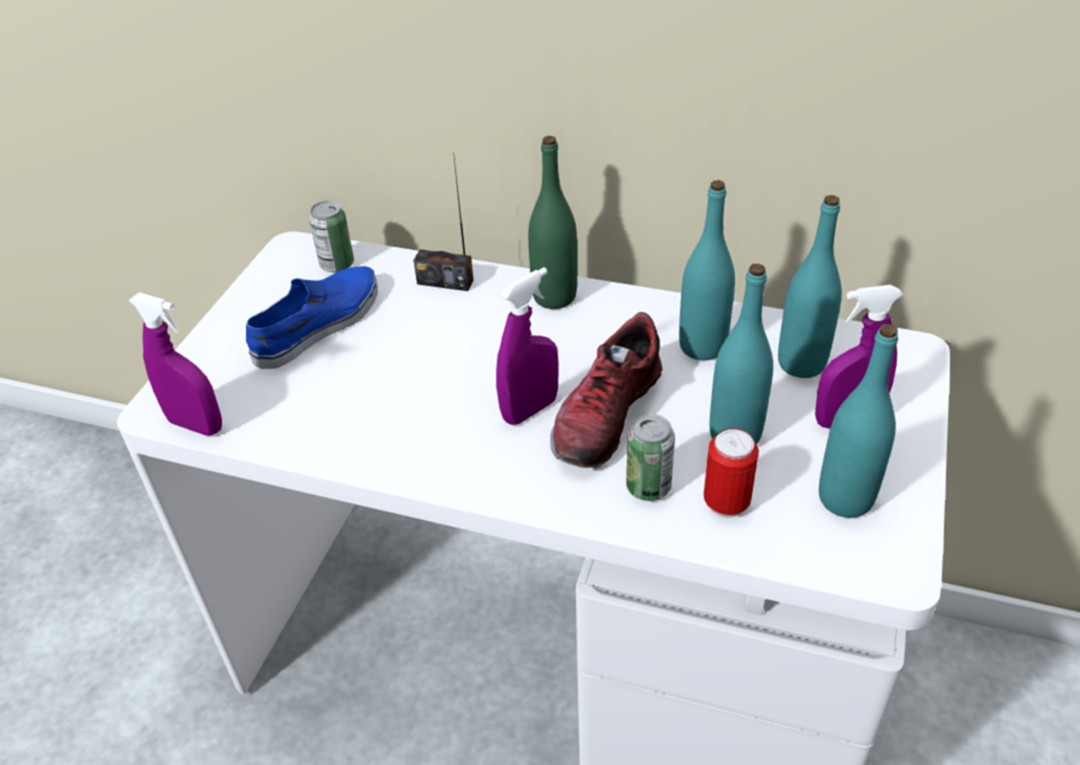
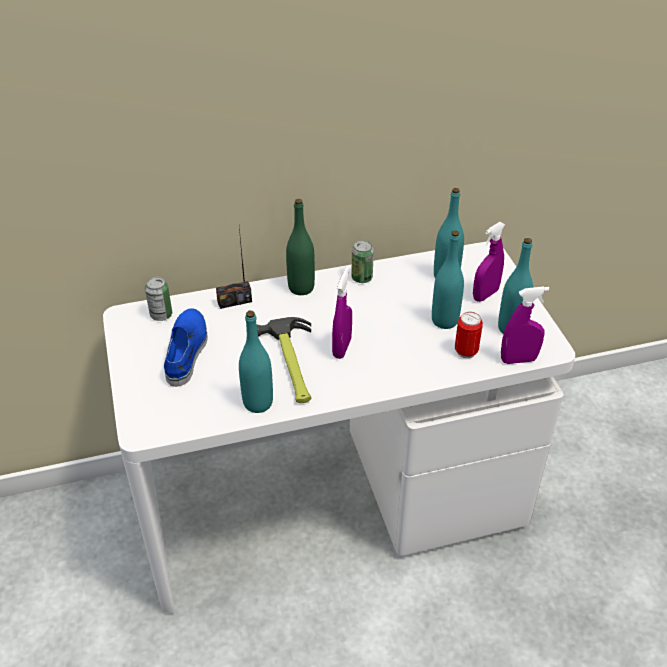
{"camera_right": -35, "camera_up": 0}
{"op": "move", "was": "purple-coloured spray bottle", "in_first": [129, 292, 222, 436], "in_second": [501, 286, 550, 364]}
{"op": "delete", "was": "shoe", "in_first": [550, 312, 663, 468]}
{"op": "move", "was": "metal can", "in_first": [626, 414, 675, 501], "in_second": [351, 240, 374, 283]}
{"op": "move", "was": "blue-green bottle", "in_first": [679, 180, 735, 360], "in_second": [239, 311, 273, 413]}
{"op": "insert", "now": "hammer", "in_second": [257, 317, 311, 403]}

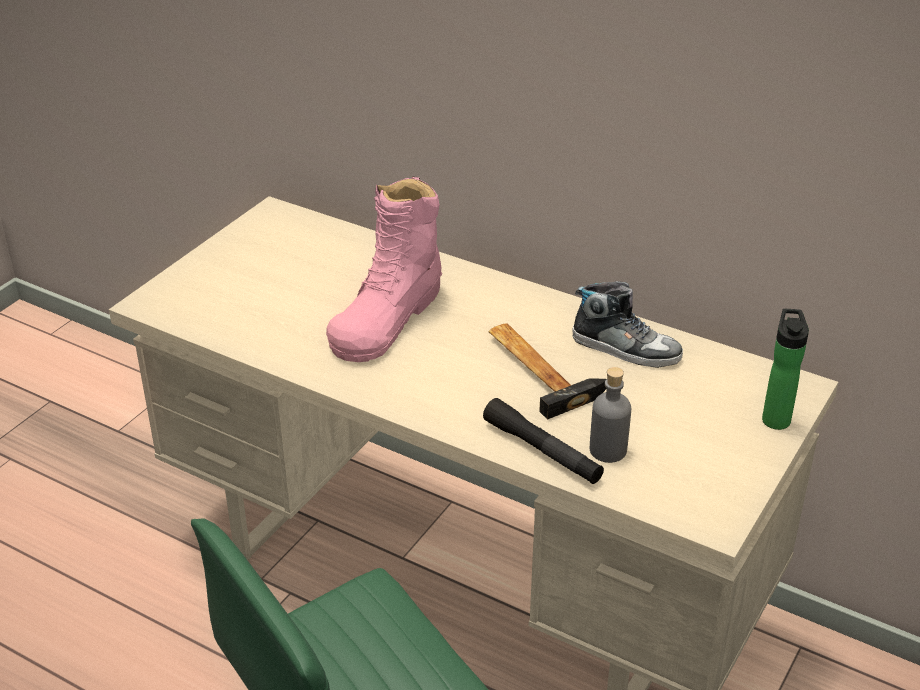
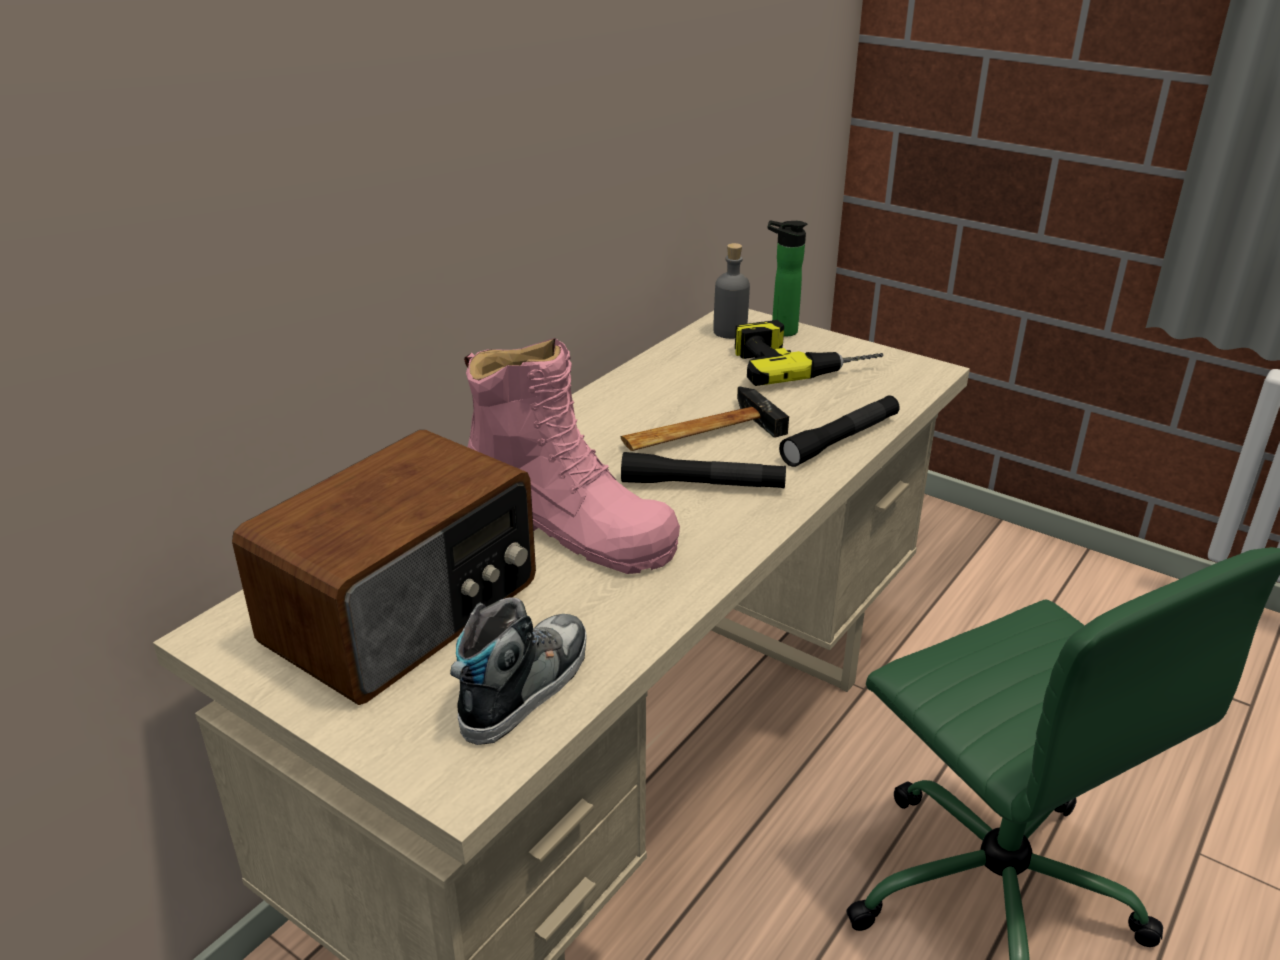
{"camera_right": -85, "camera_up": -5}
{"op": "move", "was": "shoe", "in_first": [573, 281, 683, 368], "in_second": [450, 597, 587, 745]}
{"op": "move", "was": "grey bottle", "in_first": [590, 367, 631, 463], "in_second": [713, 243, 750, 339]}
{"op": "insert", "now": "radio receiver", "in_second": [232, 430, 536, 705]}
{"op": "insert", "now": "blackish hand torch", "in_second": [621, 452, 786, 489]}
{"op": "insert", "now": "drill", "in_second": [735, 320, 883, 386]}

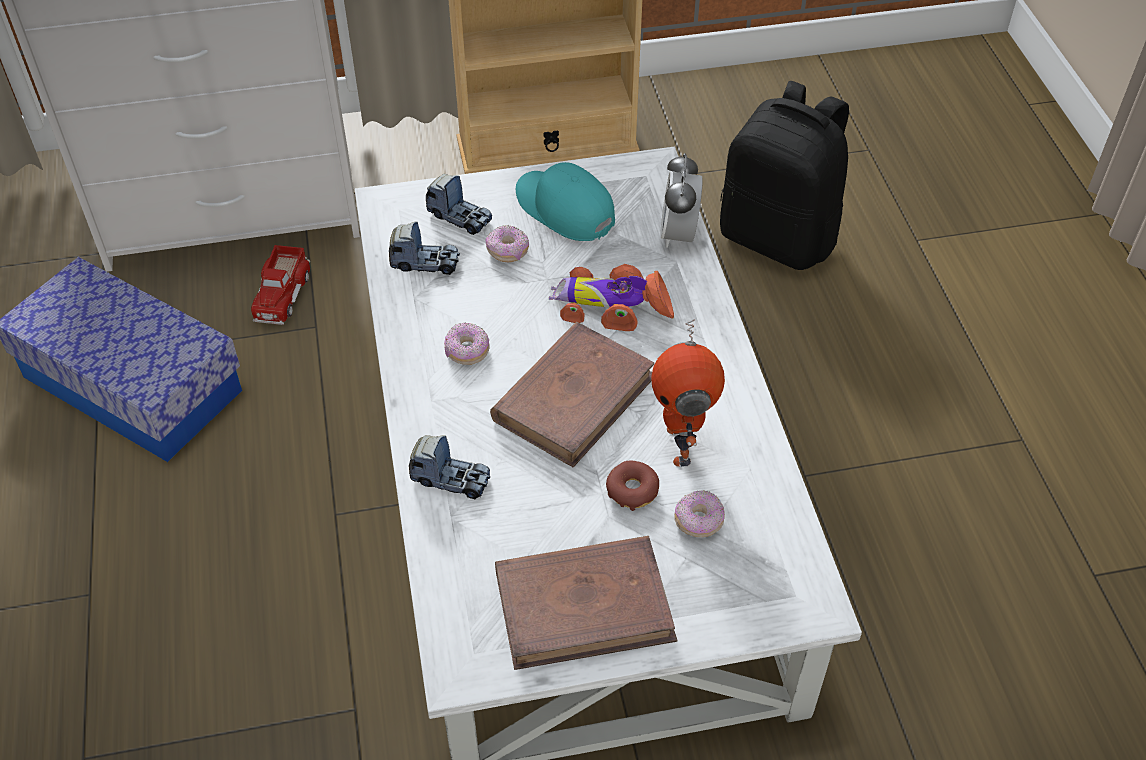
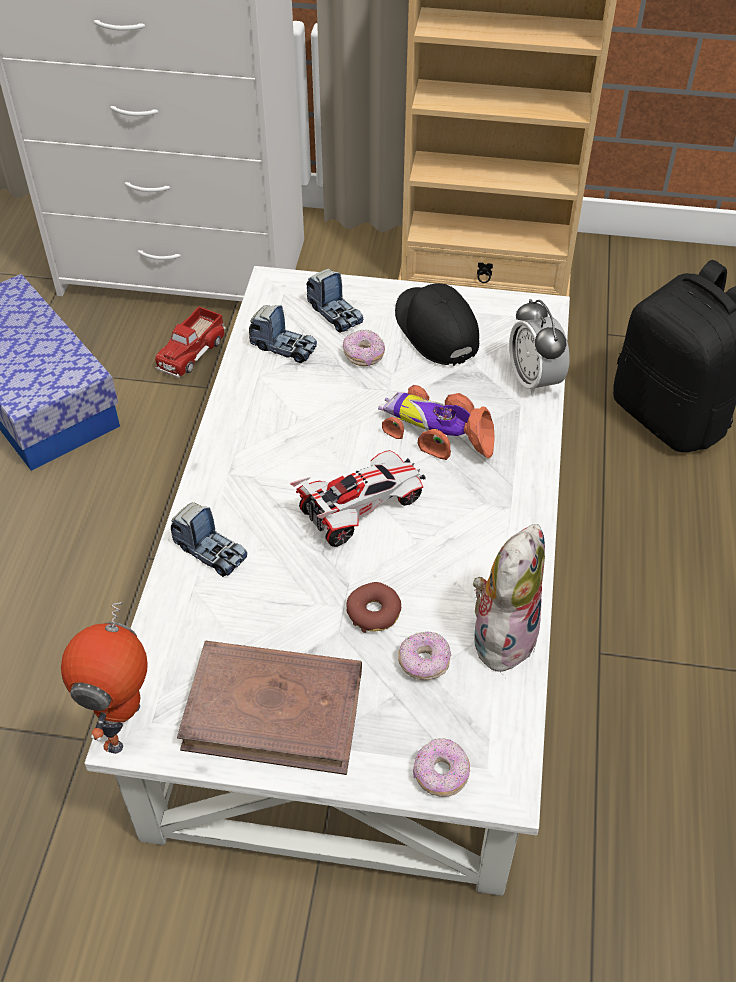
{"camera_right": 20, "camera_up": 0}
{"op": "move", "was": "doughnut", "in_first": [444, 323, 489, 365], "in_second": [413, 738, 470, 797]}
{"op": "replace", "was": "brownish bound book", "now": "miniature car", "in_first": [490, 322, 655, 467], "in_second": [290, 450, 426, 547]}
{"op": "recolor", "was": "blue-green peaked cap", "now": "blackish peaked cap", "in_first": [516, 162, 615, 241], "in_second": [395, 283, 479, 366]}
{"op": "move", "was": "robot figure", "in_first": [651, 319, 725, 467], "in_second": [61, 602, 148, 754]}
{"op": "rotate", "was": "alarm clock", "in_first": [660, 153, 703, 248], "in_second": [509, 299, 570, 397], "clockwise": -45}
{"op": "insert", "now": "cuddly toy", "in_second": [473, 524, 545, 679]}

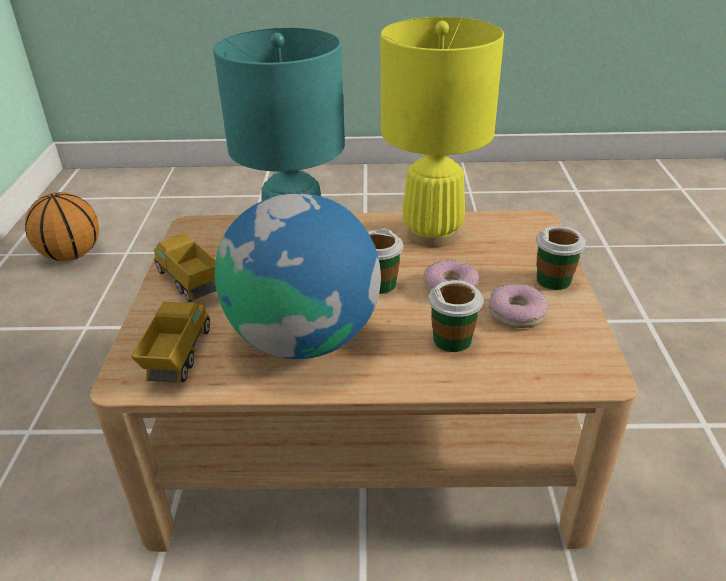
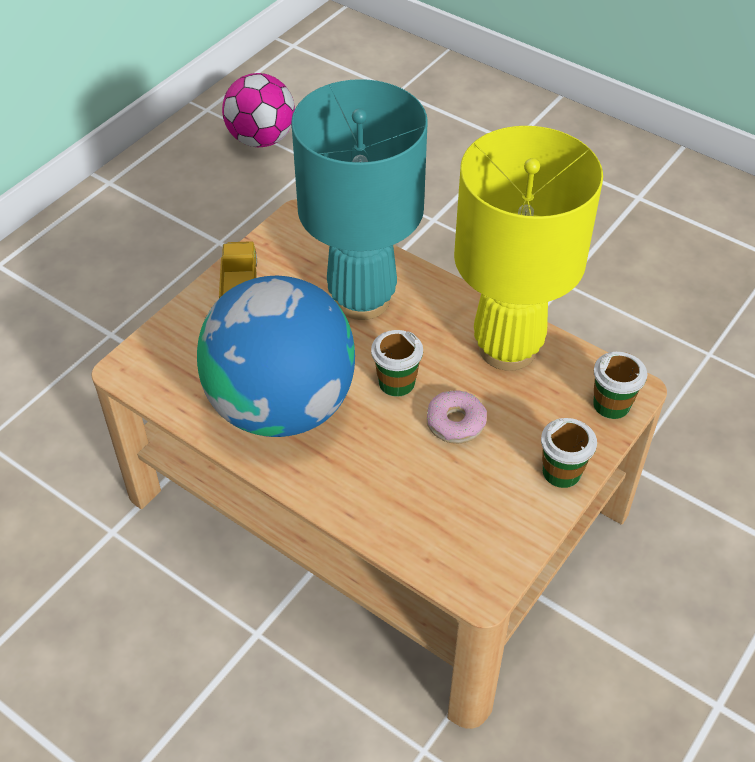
{"camera_right": 35, "camera_up": 15}
{"op": "replace", "was": "basketball", "now": "football ball", "in_first": [25, 192, 99, 261], "in_second": [222, 73, 295, 147]}
{"op": "delete", "was": "toy lorry", "in_first": [131, 302, 210, 383]}
{"op": "move", "was": "drinking cup", "in_first": [428, 280, 483, 352], "in_second": [593, 352, 647, 419]}
{"op": "delete", "was": "doughnut", "in_first": [489, 284, 547, 328]}

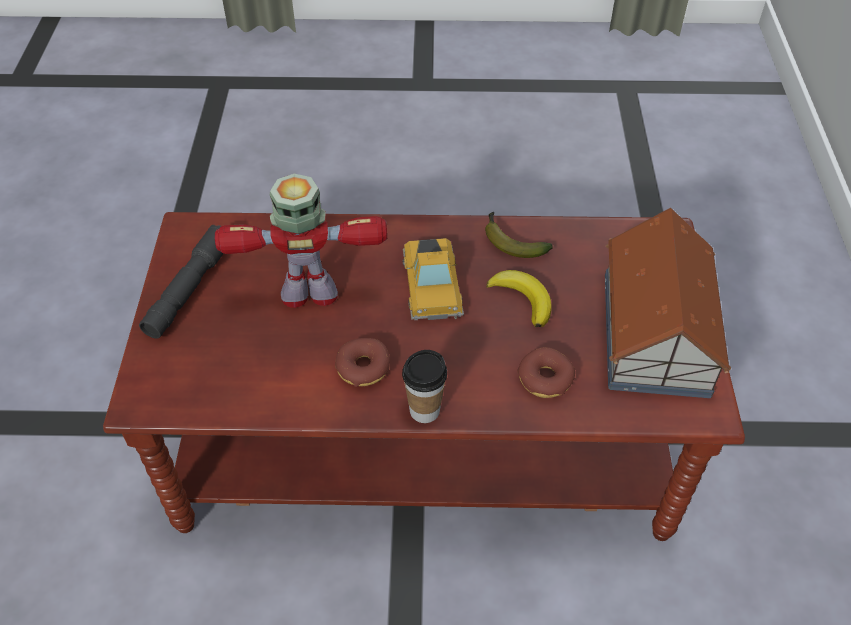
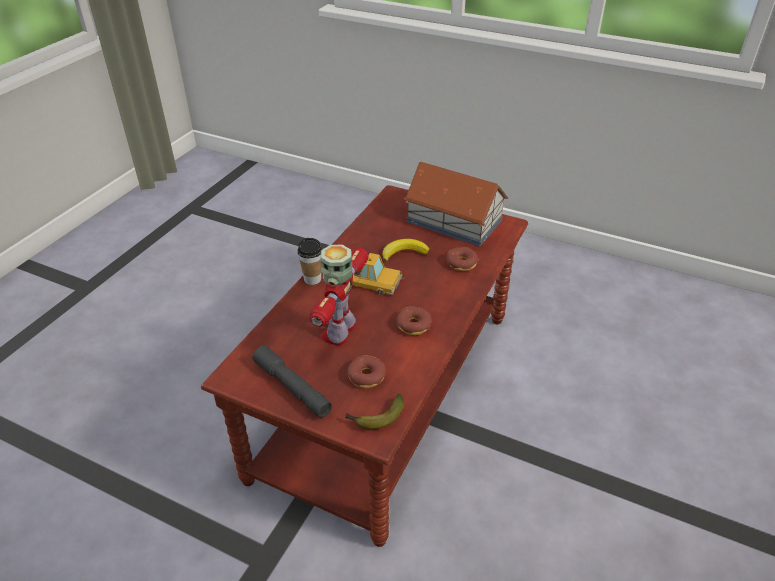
{"camera_right": -65, "camera_up": -10}
{"op": "move", "was": "drinking cup", "in_first": [402, 350, 447, 423], "in_second": [297, 238, 323, 285]}
{"op": "move", "was": "whole banana", "in_first": [485, 212, 553, 258], "in_second": [345, 394, 404, 429]}
{"op": "insert", "now": "doughnut", "in_second": [347, 355, 386, 388]}

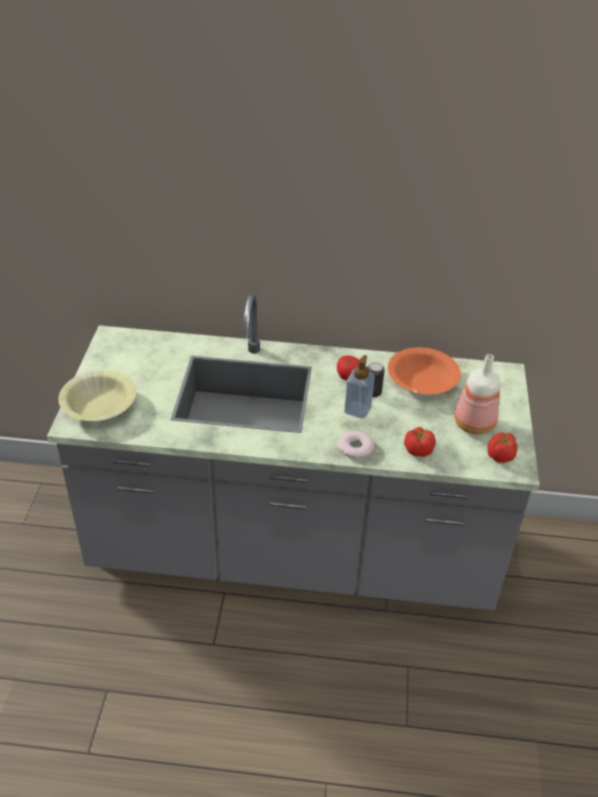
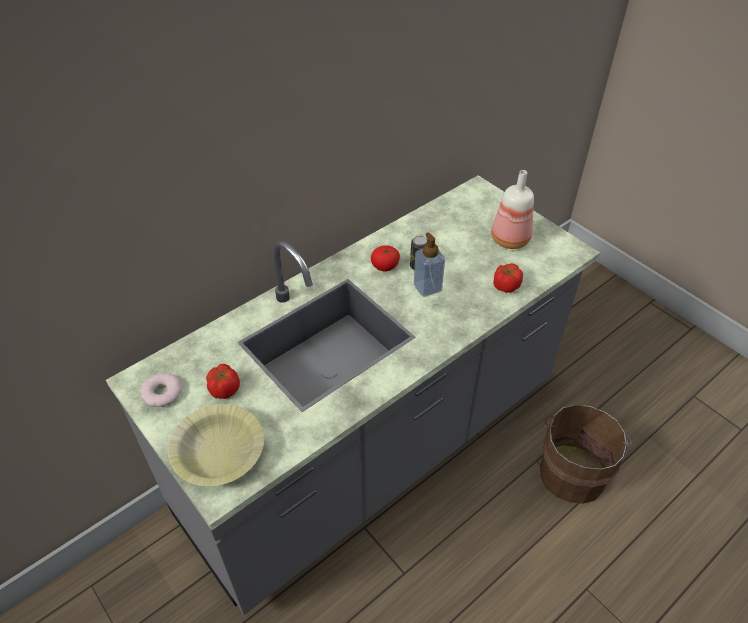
{"camera_right": -45, "camera_up": 5}
{"op": "move", "was": "doughnut", "in_first": [338, 431, 374, 459], "in_second": [141, 373, 182, 407]}
{"op": "delete", "was": "orangey deep dish", "in_first": [388, 347, 461, 394]}
{"op": "move", "was": "fresh tomato", "in_first": [487, 432, 518, 463], "in_second": [206, 364, 240, 399]}
{"op": "insert", "now": "brownish pail", "in_second": [540, 404, 632, 504]}

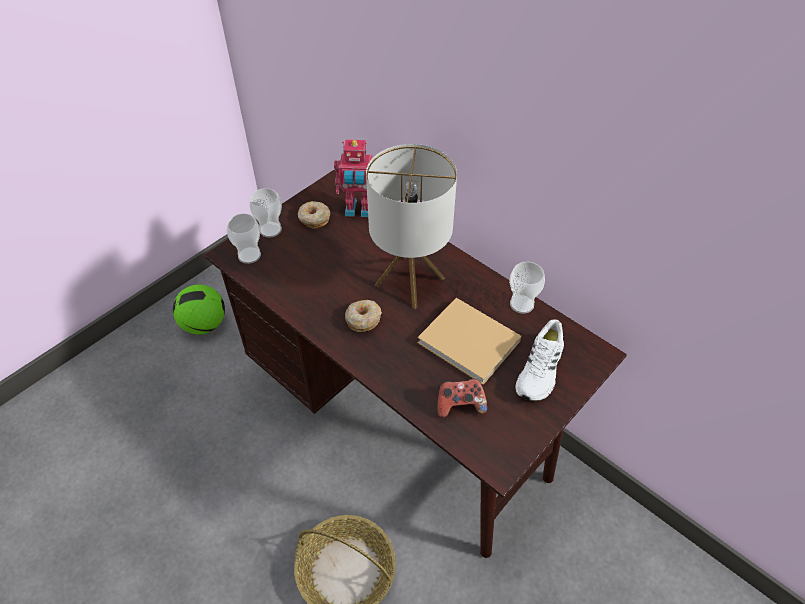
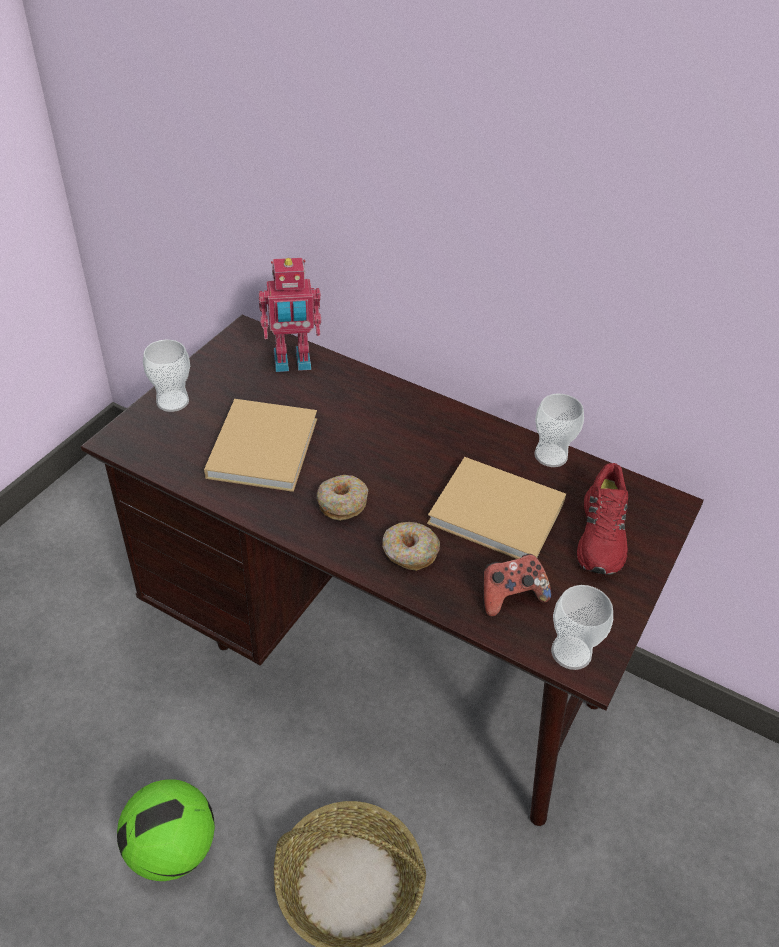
{"camera_right": -15, "camera_up": -5}
{"op": "move", "was": "football ball", "in_first": [173, 284, 225, 335], "in_second": [117, 779, 215, 881]}
{"op": "move", "was": "drinking cup", "in_first": [227, 214, 261, 264], "in_second": [551, 585, 613, 670]}
{"op": "move", "was": "doughnut", "in_first": [298, 201, 330, 229], "in_second": [382, 522, 440, 571]}
{"op": "delete", "was": "lamp for a table", "in_first": [366, 144, 457, 309]}
{"op": "recolor", "was": "white-coloured shoe", "now": "reddish shoe", "in_first": [515, 320, 564, 401], "in_second": [577, 463, 628, 574]}
{"op": "insert", "now": "sand-coloured bound book", "in_second": [204, 399, 317, 492]}

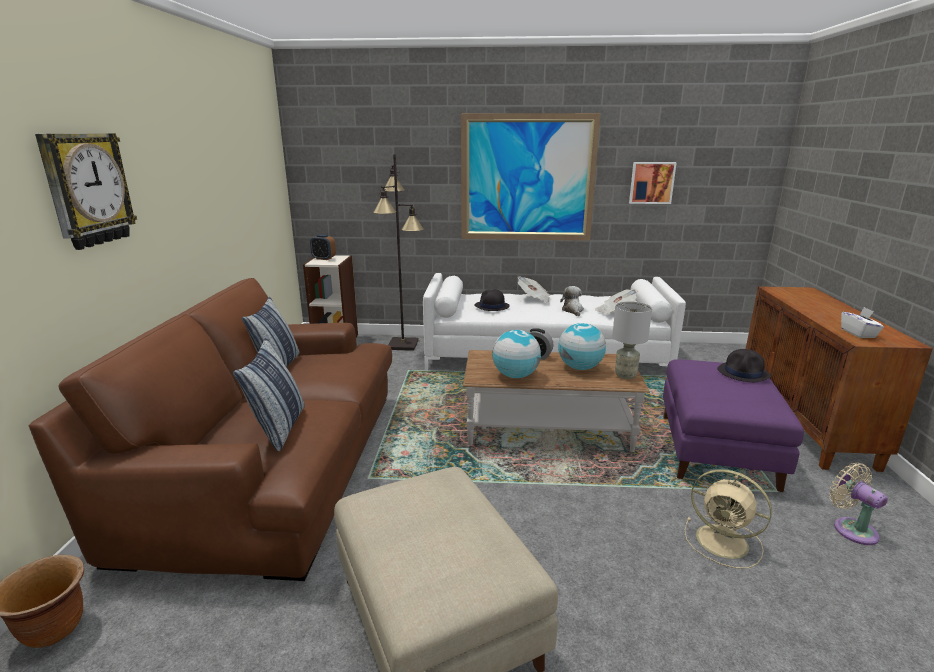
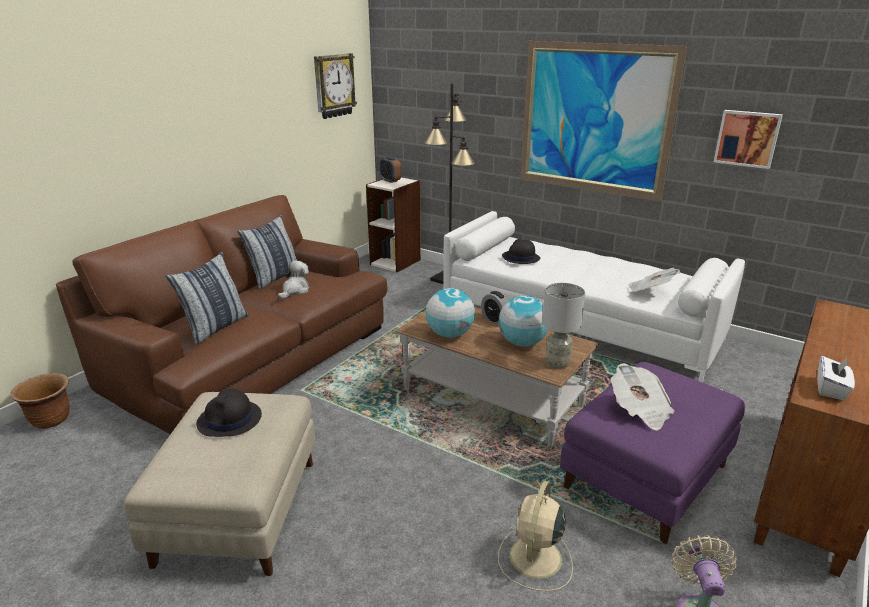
{"camera_right": 30, "camera_up": 5}
{"op": "move", "was": "wall clock", "in_first": [35, 133, 137, 250], "in_second": [314, 53, 357, 119]}
{"op": "move", "was": "daily paper", "in_first": [518, 276, 550, 303], "in_second": [611, 363, 674, 431]}
{"op": "move", "was": "cuddly toy", "in_first": [560, 286, 584, 316], "in_second": [278, 261, 309, 299]}
{"op": "rotate", "was": "sand-coloured fan", "in_first": [684, 469, 772, 569], "in_second": [498, 481, 573, 591], "clockwise": 45}
{"op": "move", "was": "blackish clothing hat", "in_first": [717, 349, 771, 382], "in_second": [196, 389, 262, 437]}

